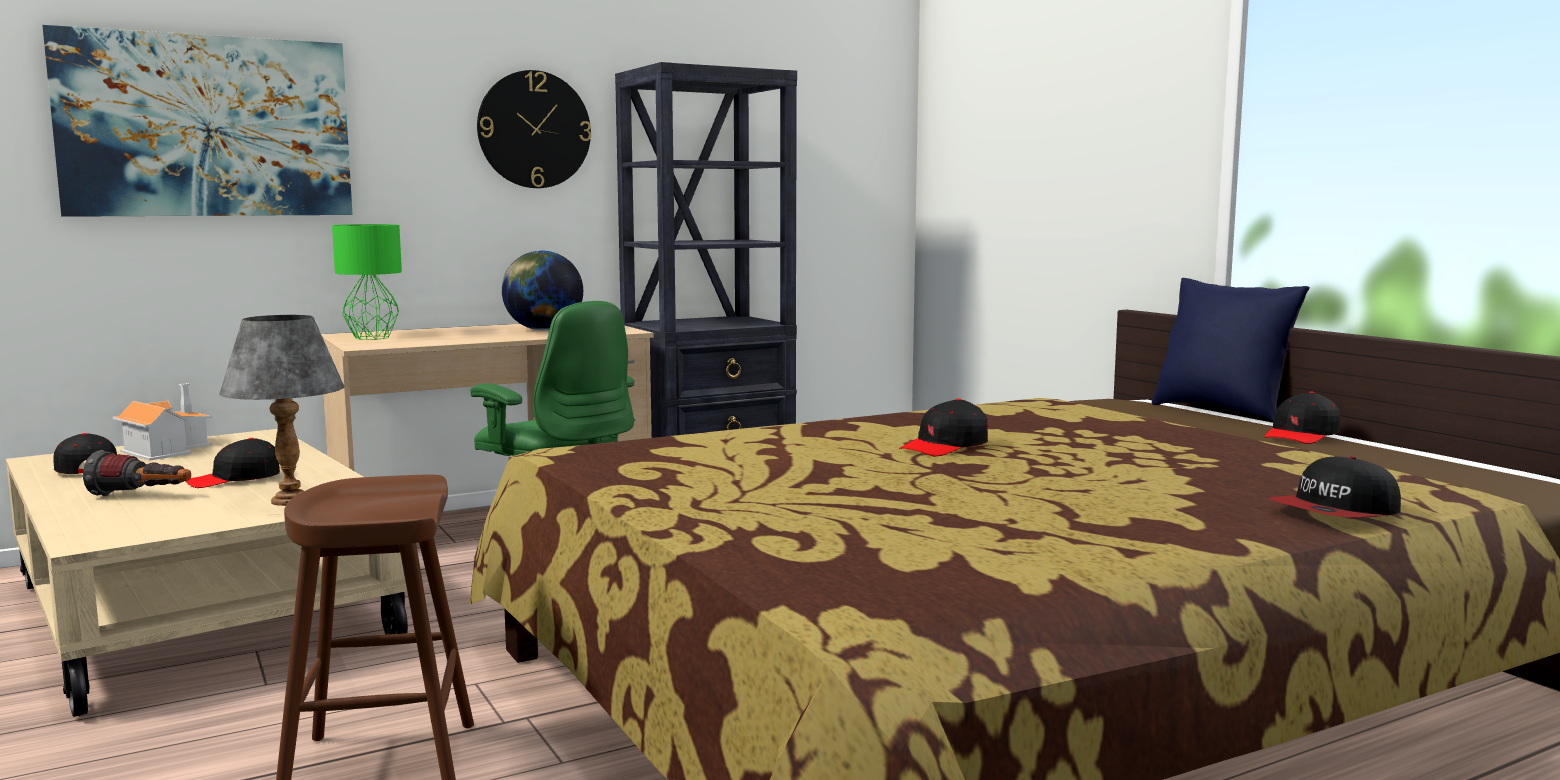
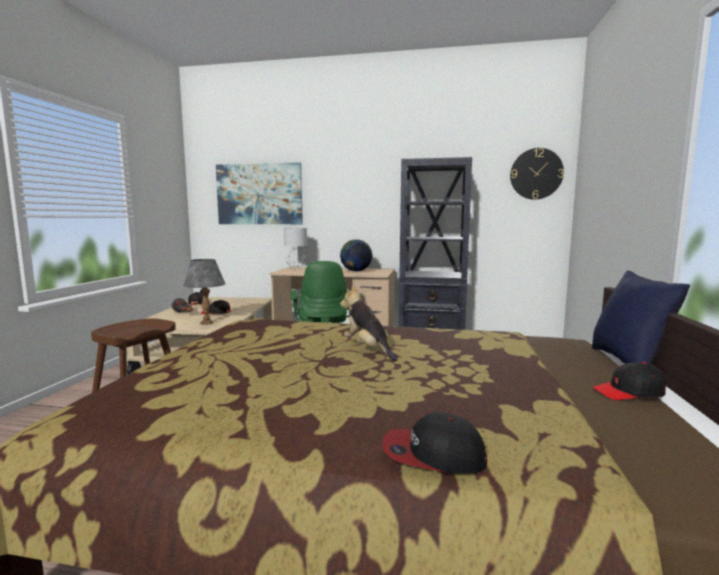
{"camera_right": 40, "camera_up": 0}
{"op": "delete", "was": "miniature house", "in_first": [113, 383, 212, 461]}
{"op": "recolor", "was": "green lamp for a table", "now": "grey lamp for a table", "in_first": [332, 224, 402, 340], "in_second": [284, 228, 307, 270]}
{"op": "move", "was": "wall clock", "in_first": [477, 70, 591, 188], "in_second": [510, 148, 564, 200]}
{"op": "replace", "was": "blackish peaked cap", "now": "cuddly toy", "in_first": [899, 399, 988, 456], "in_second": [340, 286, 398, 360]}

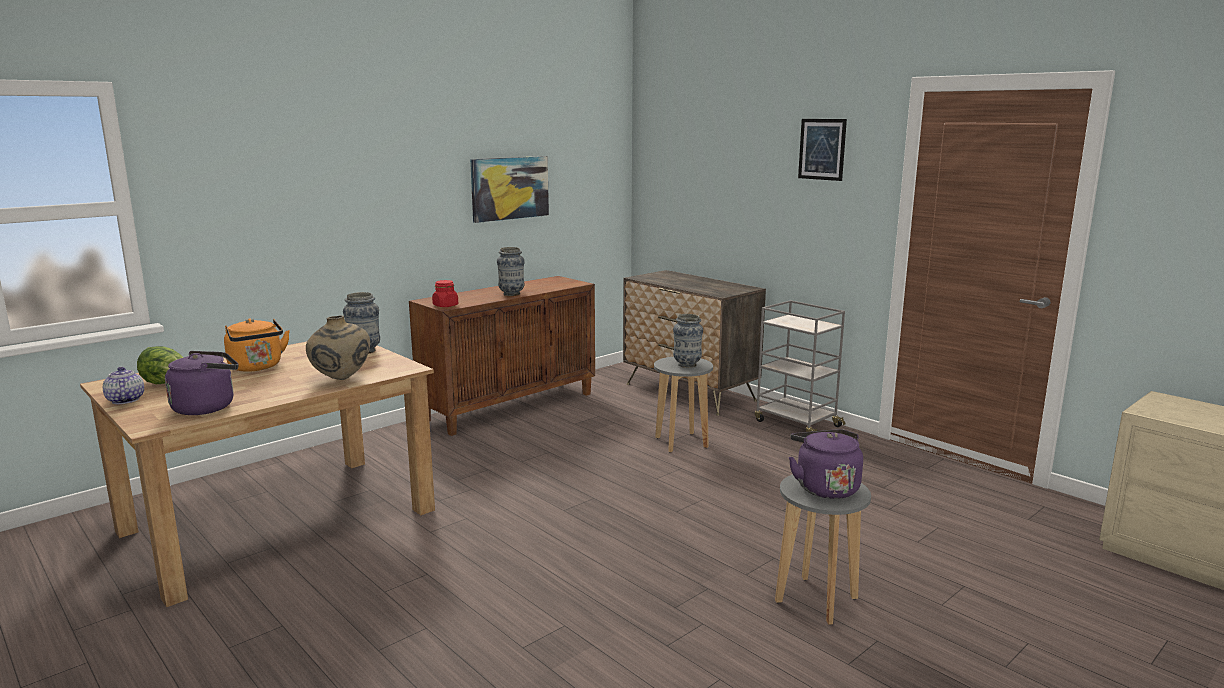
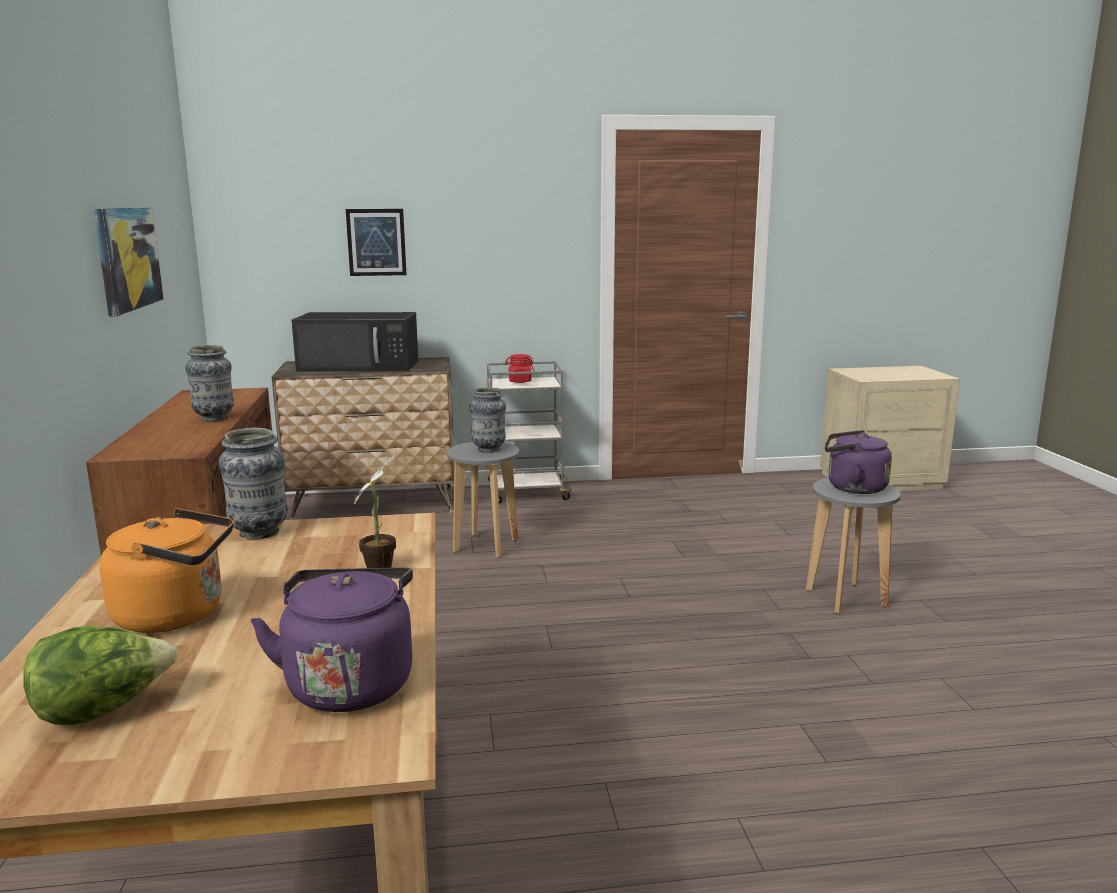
{"camera_right": -55, "camera_up": 0}
{"op": "delete", "was": "tea pot", "in_first": [103, 367, 144, 404]}
{"op": "replace", "was": "sand-coloured vase", "now": "potted plant", "in_first": [306, 315, 370, 380], "in_second": [354, 455, 396, 568]}
{"op": "move", "was": "reddish jar", "in_first": [432, 280, 458, 307], "in_second": [505, 354, 534, 383]}
{"op": "move", "was": "wall picture", "in_first": [798, 119, 847, 181], "in_second": [346, 209, 407, 276]}
{"op": "insert", "now": "blackish kitchen microwave", "in_second": [291, 312, 418, 372]}

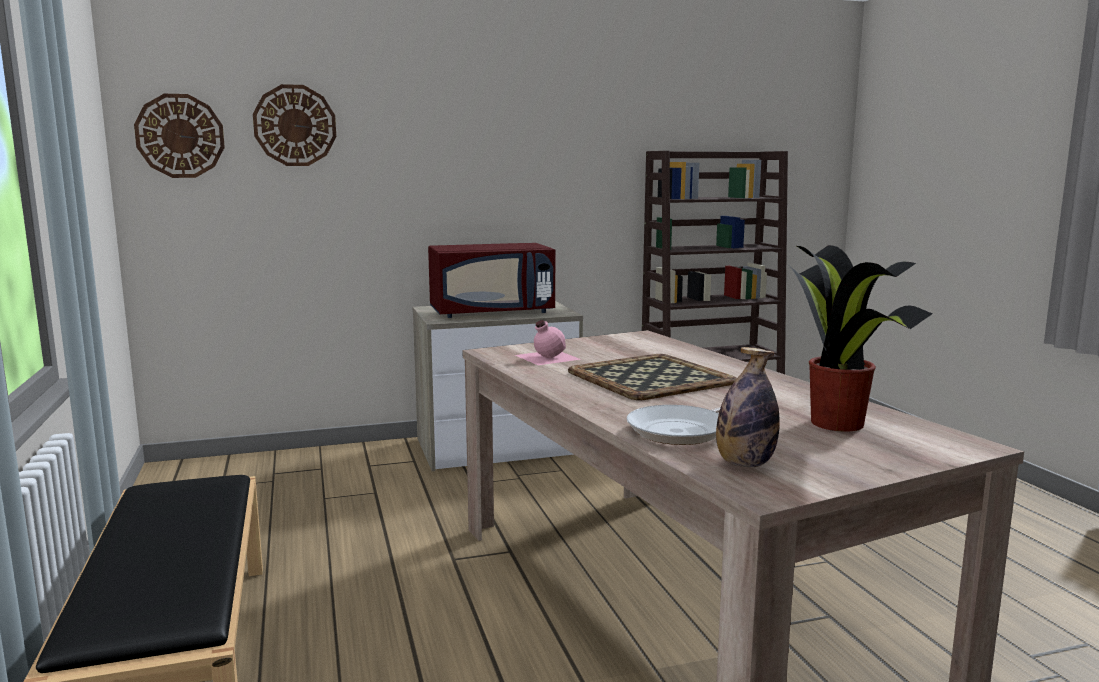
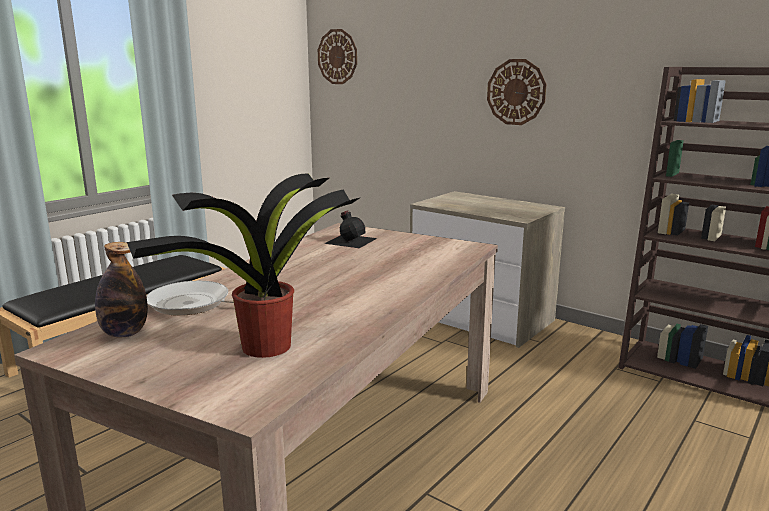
{"camera_right": 55, "camera_up": 5}
{"op": "move", "was": "wall clock", "in_first": [253, 84, 336, 166], "in_second": [487, 59, 546, 125]}
{"op": "delete", "was": "reddish kitchen microwave", "in_first": [428, 243, 555, 318]}
{"op": "recolor", "was": "pinkish bottle", "now": "blackish bottle", "in_first": [515, 320, 581, 365], "in_second": [324, 210, 377, 248]}
{"op": "delete", "was": "serving tray", "in_first": [568, 354, 737, 400]}

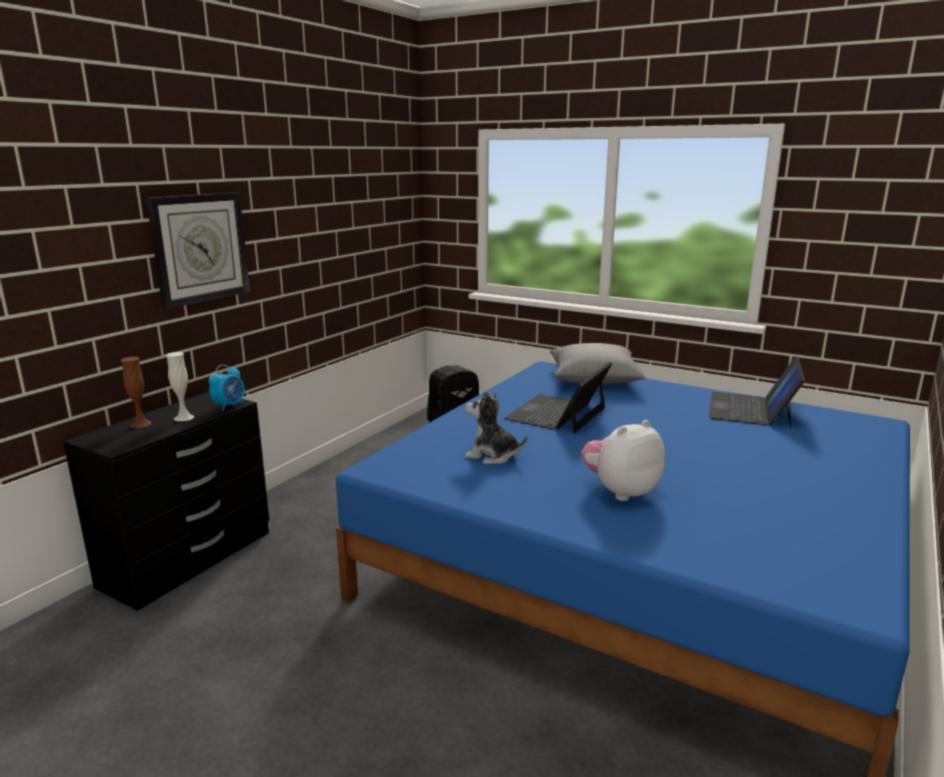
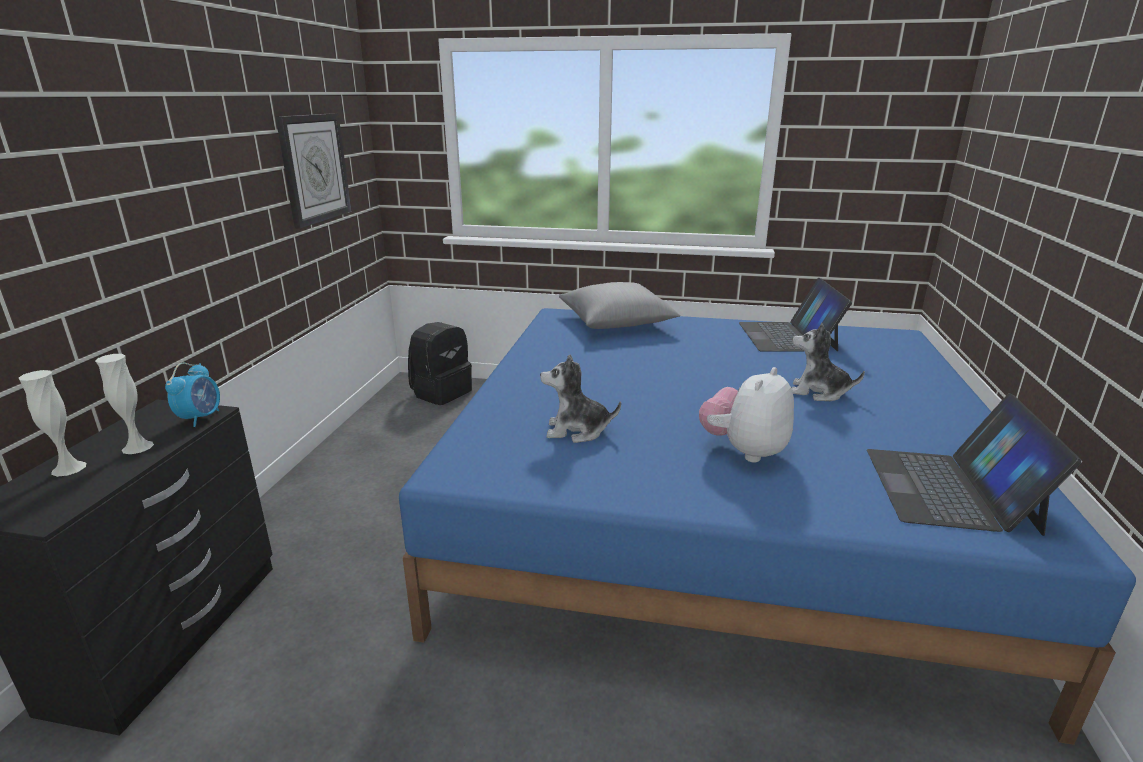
{"camera_right": -20, "camera_up": 5}
{"op": "recolor", "was": "brownish vase", "now": "white-coloured vase", "in_first": [121, 357, 152, 428], "in_second": [19, 370, 86, 477]}
{"op": "move", "was": "wall clock", "in_first": [146, 192, 250, 309], "in_second": [276, 113, 352, 229]}
{"op": "move", "was": "notebook computer", "in_first": [504, 362, 612, 433], "in_second": [867, 393, 1082, 536]}
{"op": "insert", "now": "cuddly toy", "in_second": [791, 323, 865, 401]}

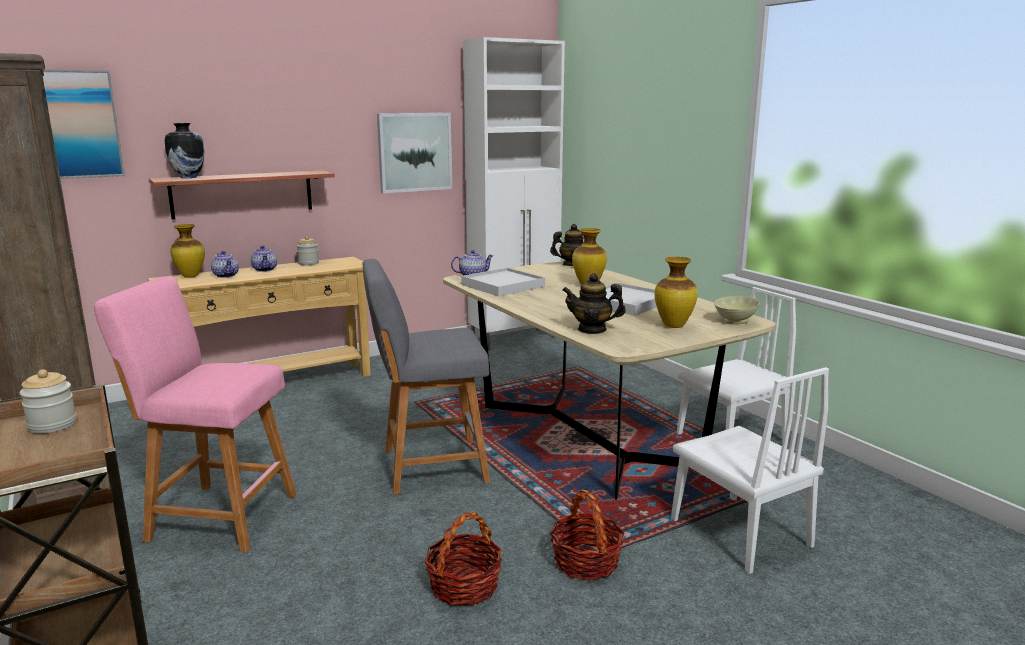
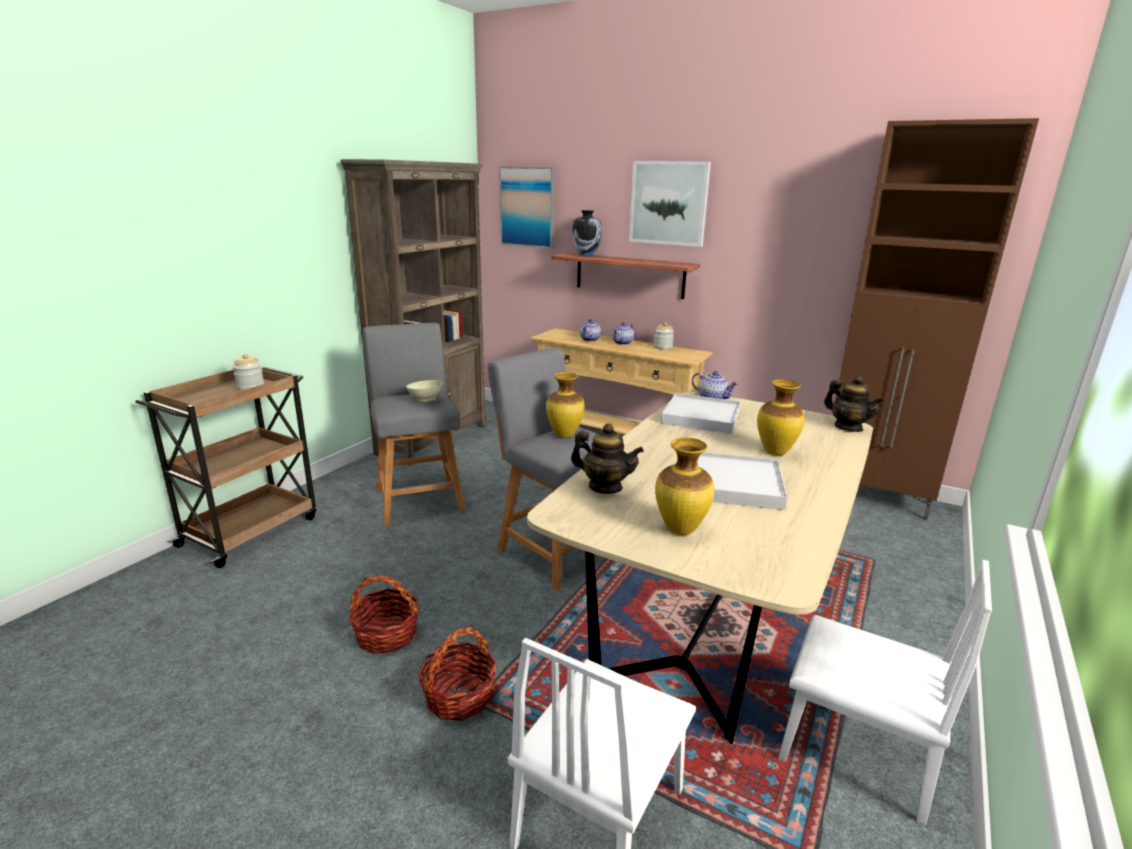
{"camera_right": 60, "camera_up": 5}
{"op": "recolor", "was": "pinkish stool", "now": "grey stool", "in_first": [94, 276, 297, 552], "in_second": [363, 323, 466, 527]}
{"op": "move", "was": "vase", "in_first": [170, 224, 205, 278], "in_second": [546, 372, 585, 438]}
{"op": "move", "was": "wall picture", "in_first": [377, 113, 452, 193], "in_second": [629, 161, 711, 247]}
{"op": "recolor", "was": "white-coloured cupboard", "now": "brownish cupboard", "in_first": [463, 37, 565, 350], "in_second": [833, 118, 1039, 520]}
{"op": "rotate", "was": "tea pot", "in_first": [562, 273, 626, 334], "in_second": [571, 423, 644, 494], "clockwise": 135}
{"op": "move", "was": "sand-coloured deep dish", "in_first": [714, 296, 760, 324], "in_second": [406, 380, 442, 402]}

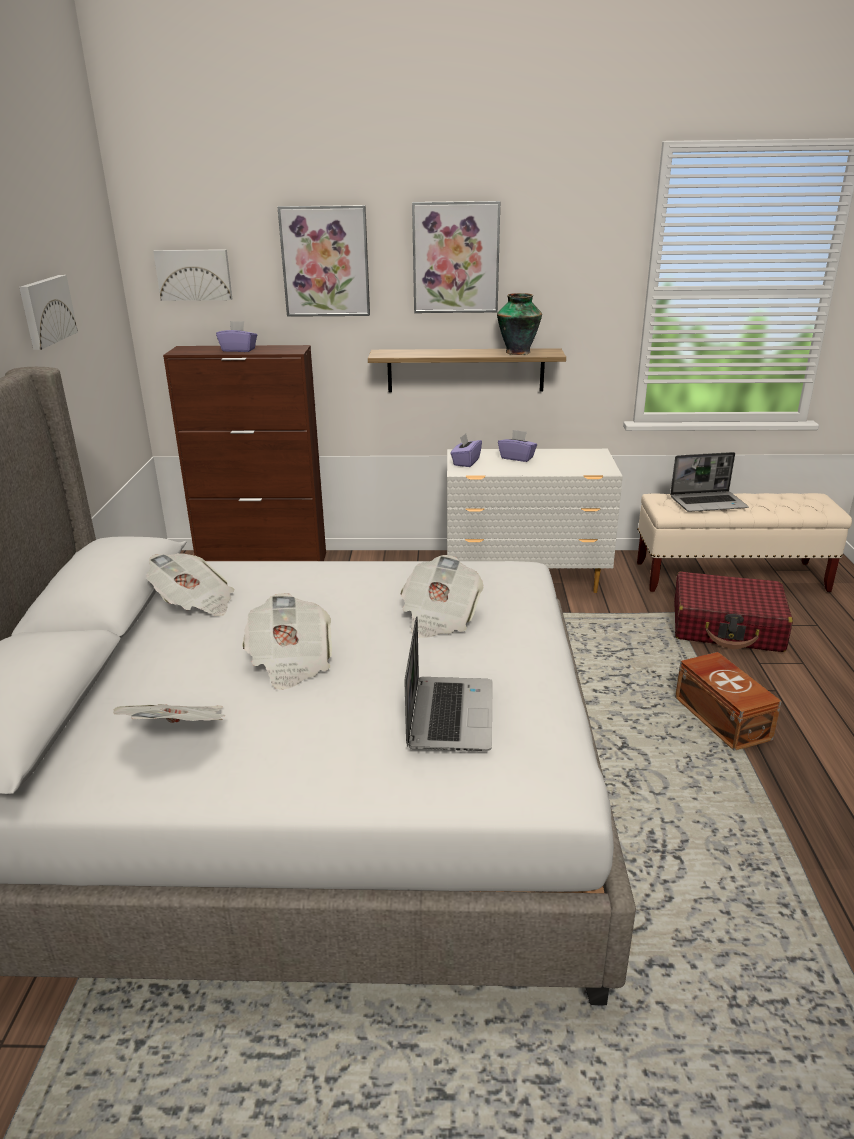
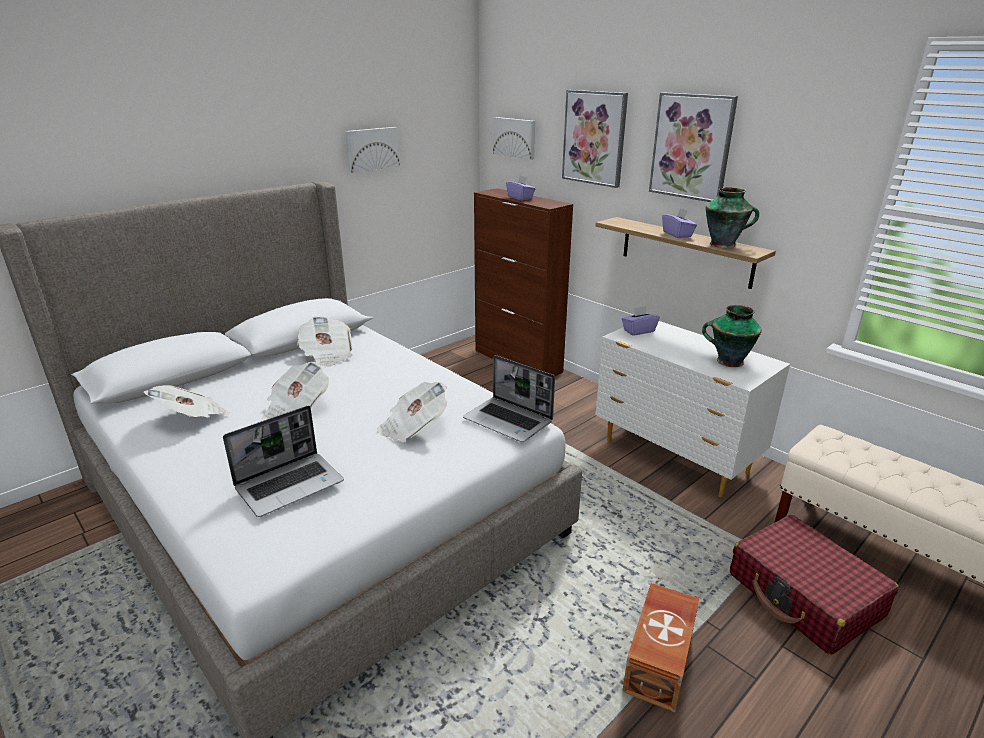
{"camera_right": 45, "camera_up": 0}
{"op": "move", "was": "purple-coloured tissue box", "in_first": [498, 430, 537, 462], "in_second": [662, 208, 697, 238]}
{"op": "move", "was": "notebook computer", "in_first": [670, 452, 749, 512], "in_second": [463, 355, 555, 442]}
{"op": "insert", "now": "vase", "in_second": [702, 305, 762, 367]}

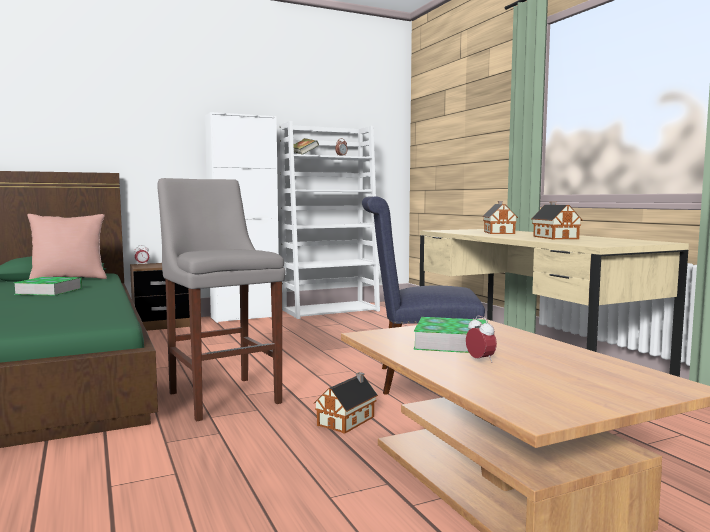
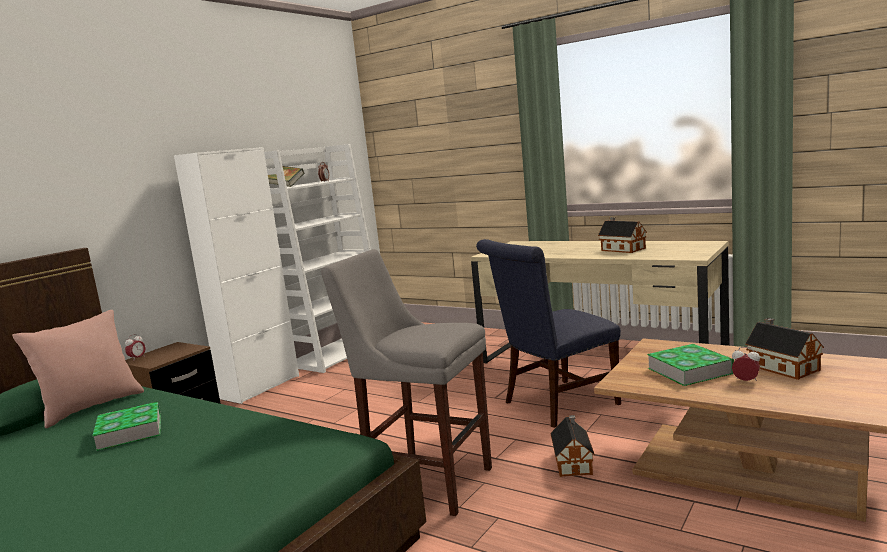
{"camera_right": -30, "camera_up": 5}
{"op": "move", "was": "miniature house", "in_first": [482, 201, 518, 234], "in_second": [745, 318, 824, 380]}

